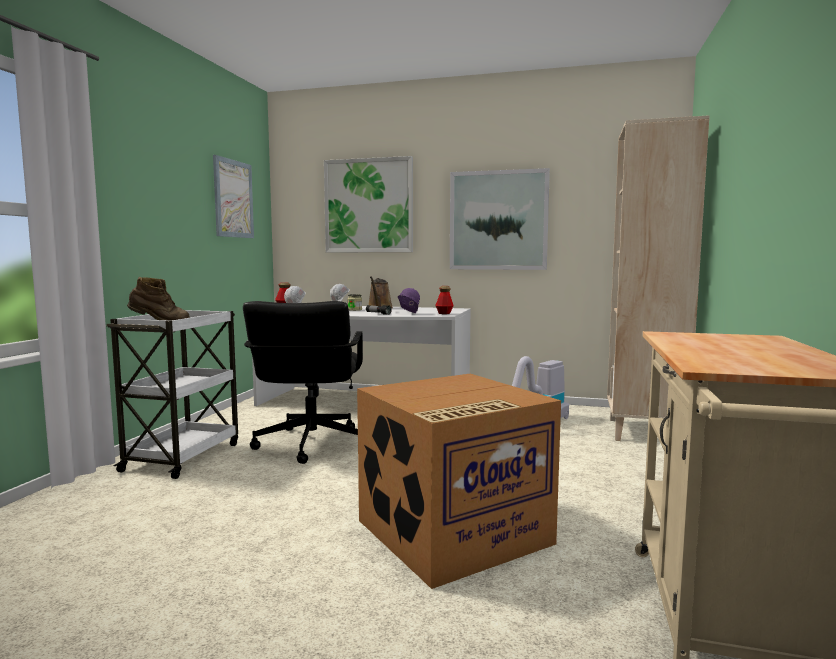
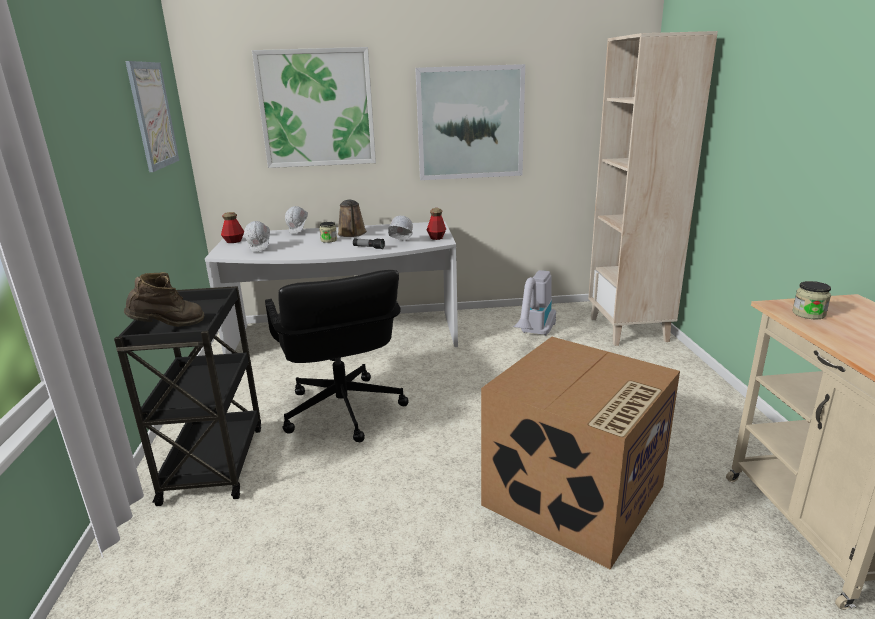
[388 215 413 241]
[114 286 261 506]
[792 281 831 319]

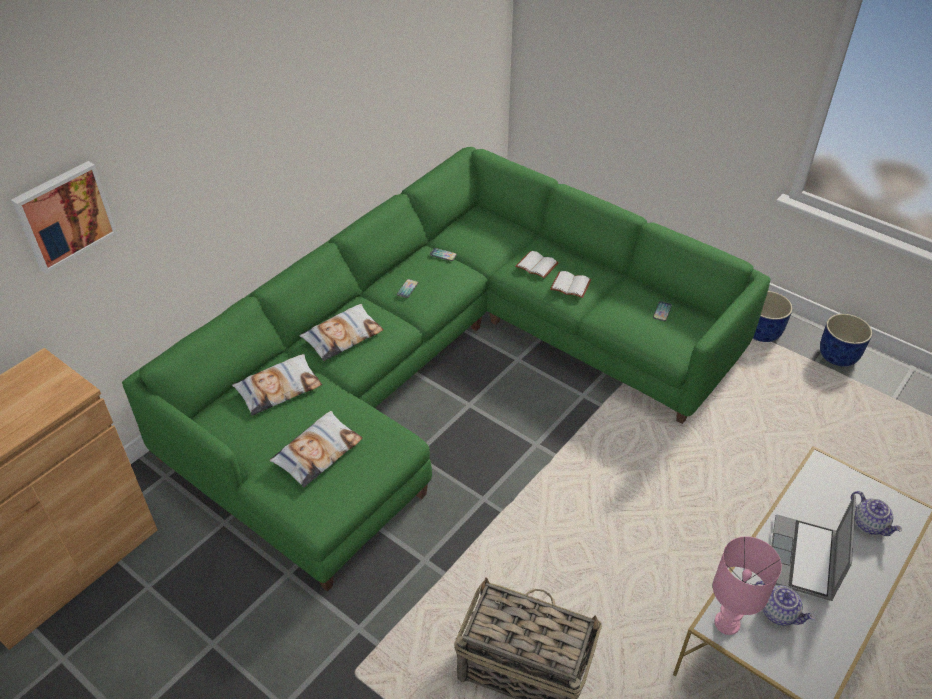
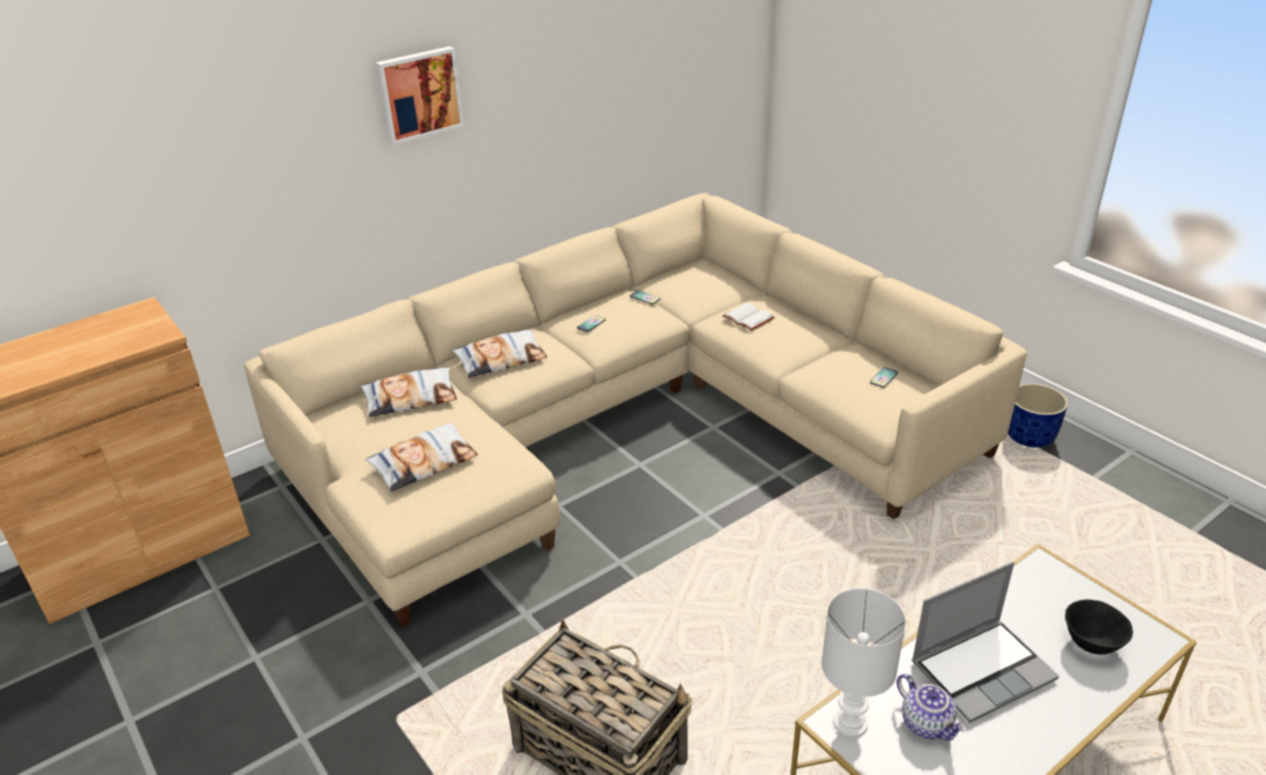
[244 193 1027 627]
[376 46 464 145]
[550 271 591 298] (first image)
[820 314 872 367] (first image)
[1065 600 1133 655]
[912 562 1059 723]
[821 588 906 738]

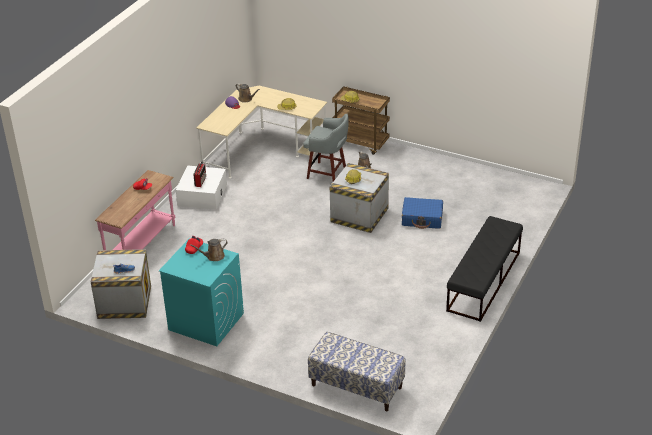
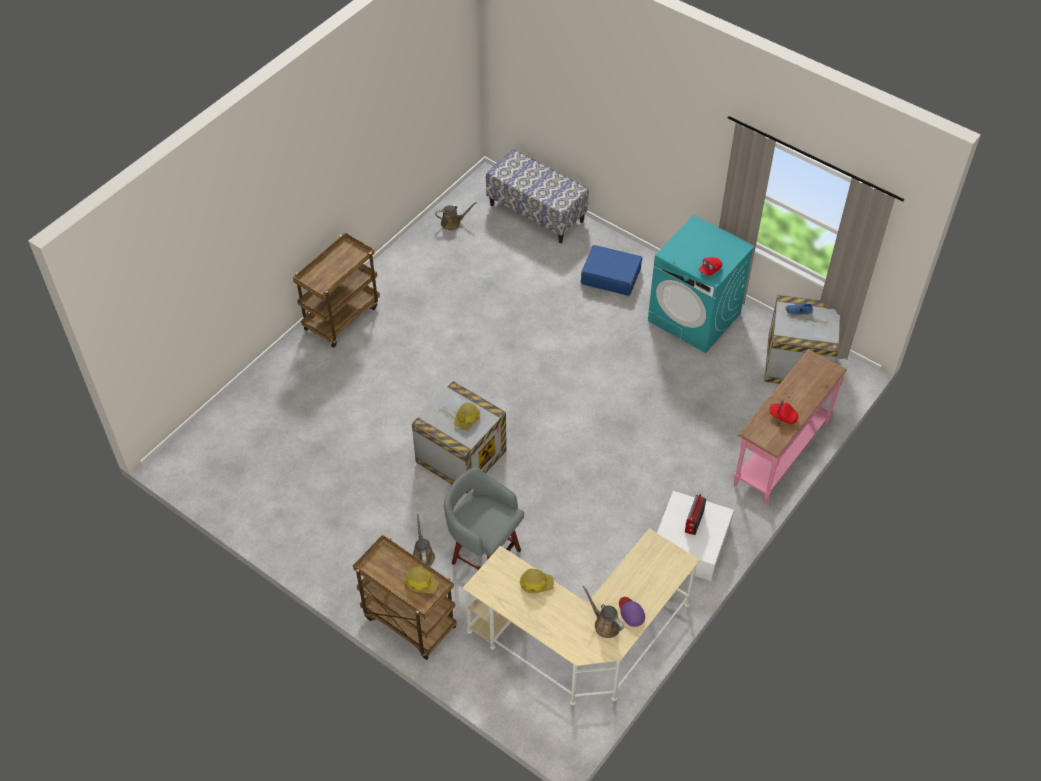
[581 245 642 296]
[293 232 380 348]
[435 202 477 230]

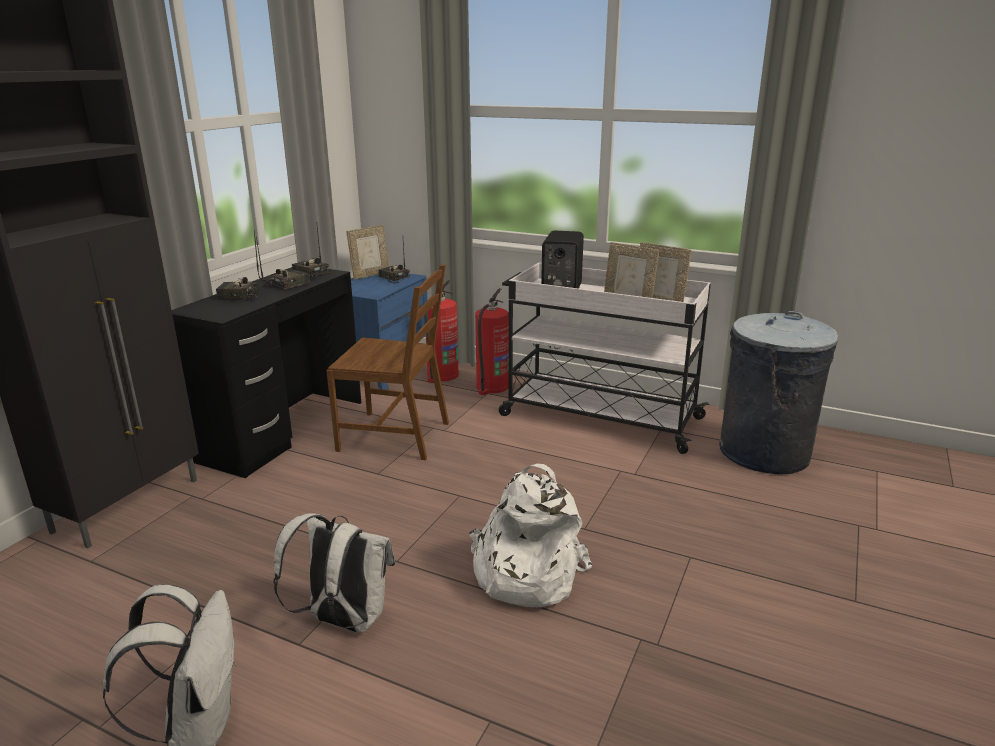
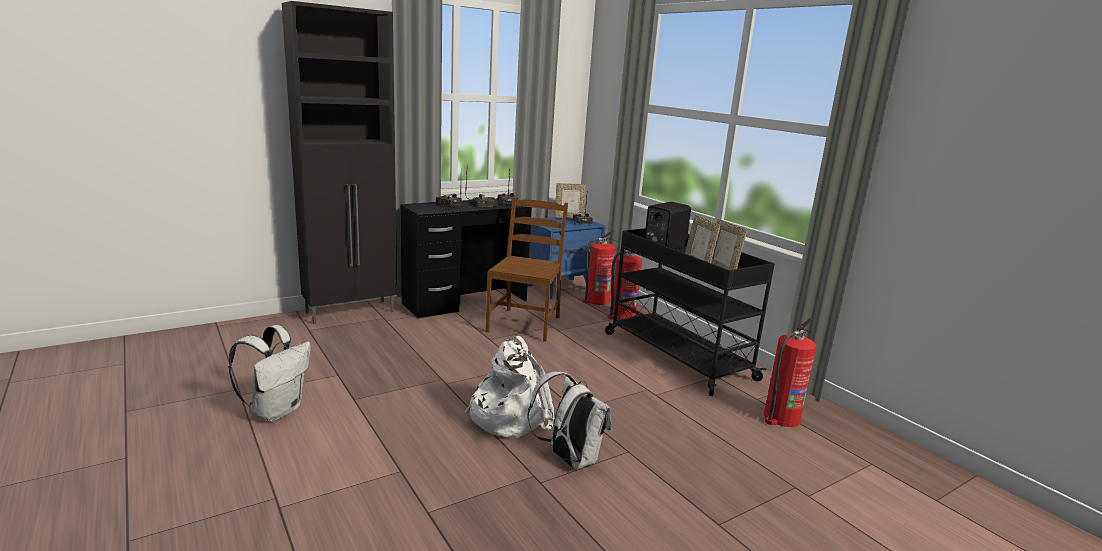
[605 228 775 396]
[486 197 568 342]
[764 317 817 427]
[527 371 611 469]

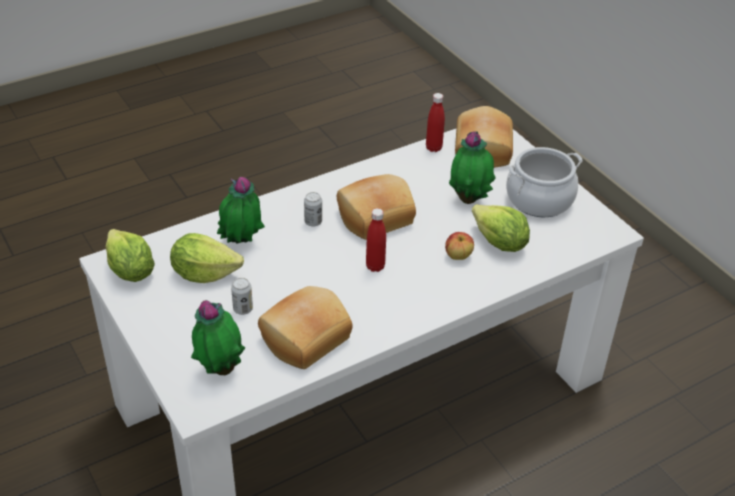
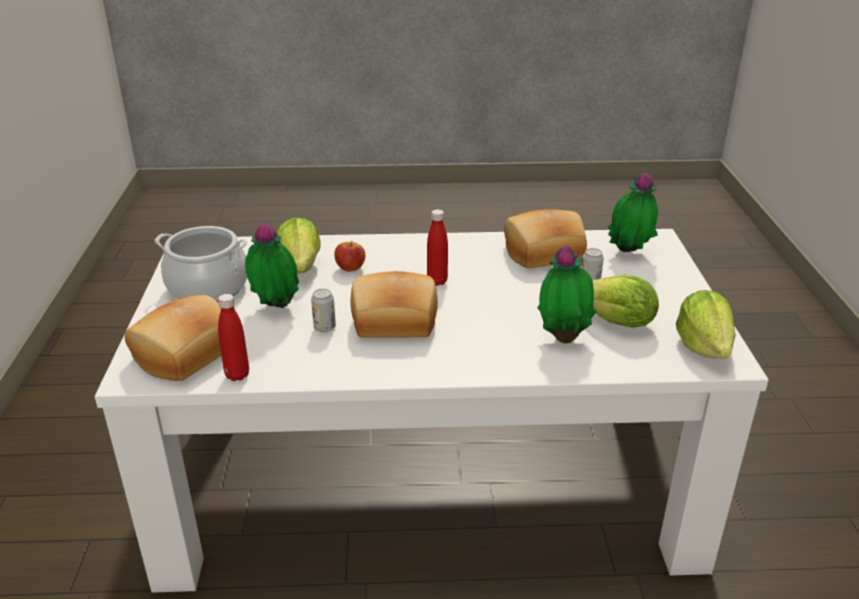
[311 289 336 332]

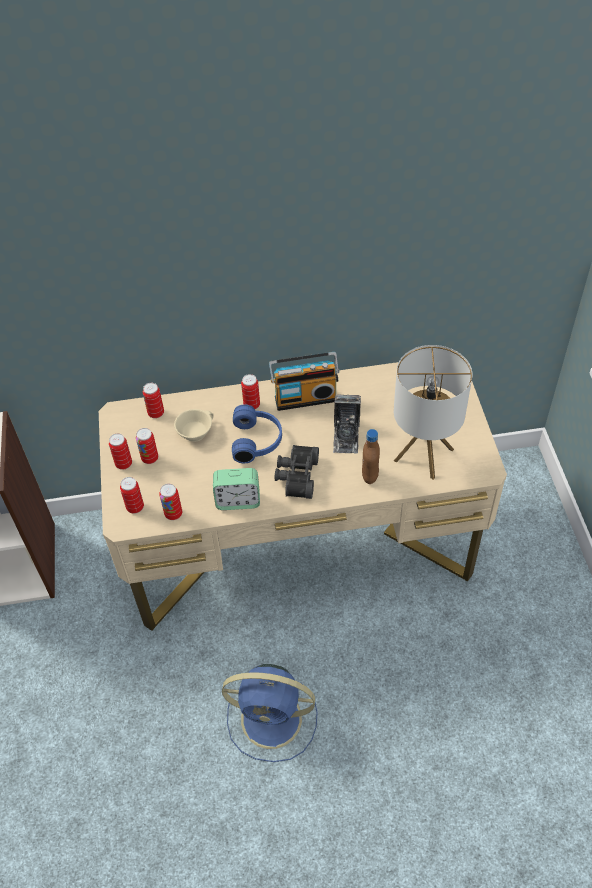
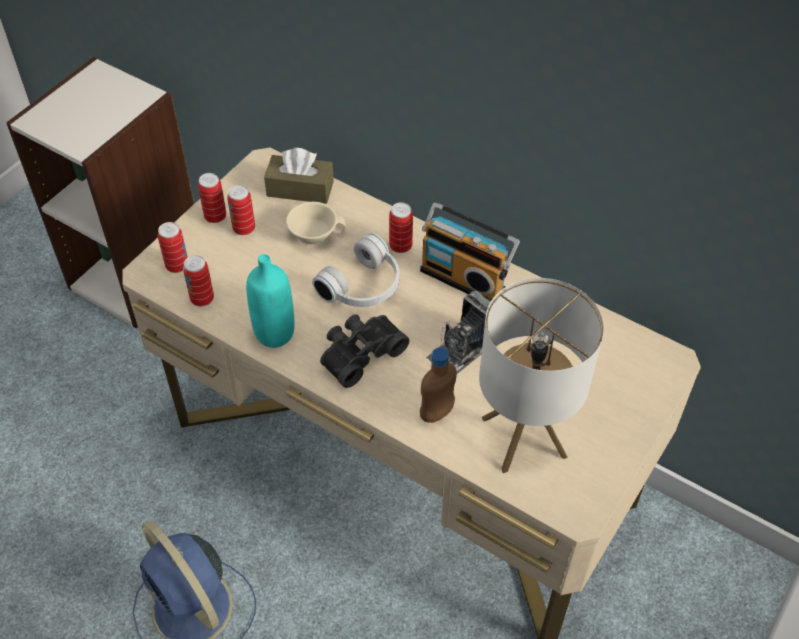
[264 148 334 204]
[312 233 399 307]
[246 254 295 348]

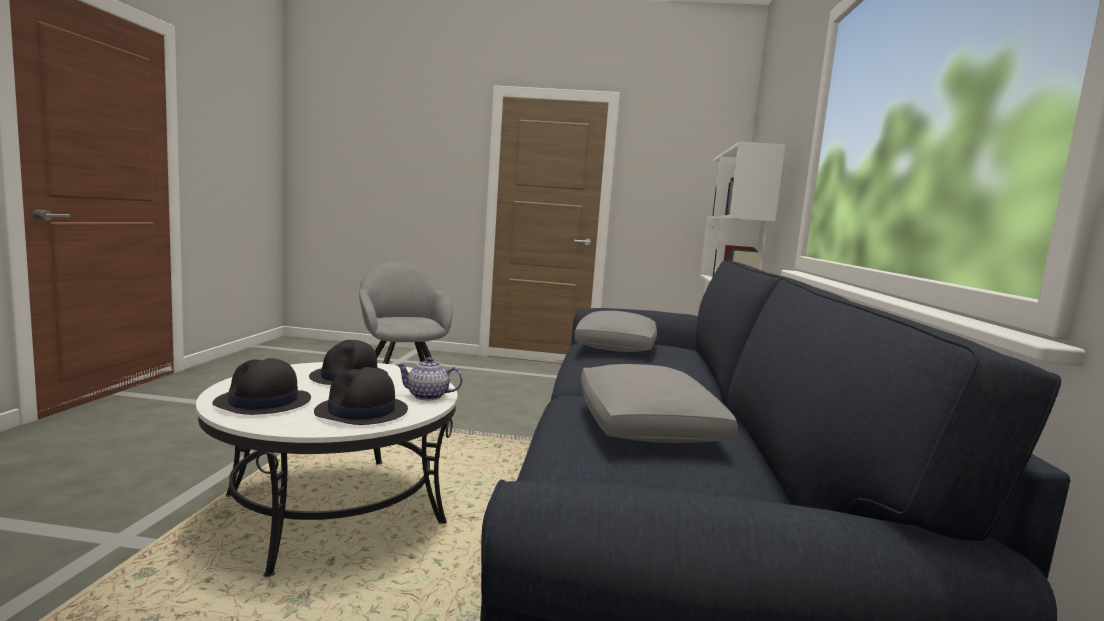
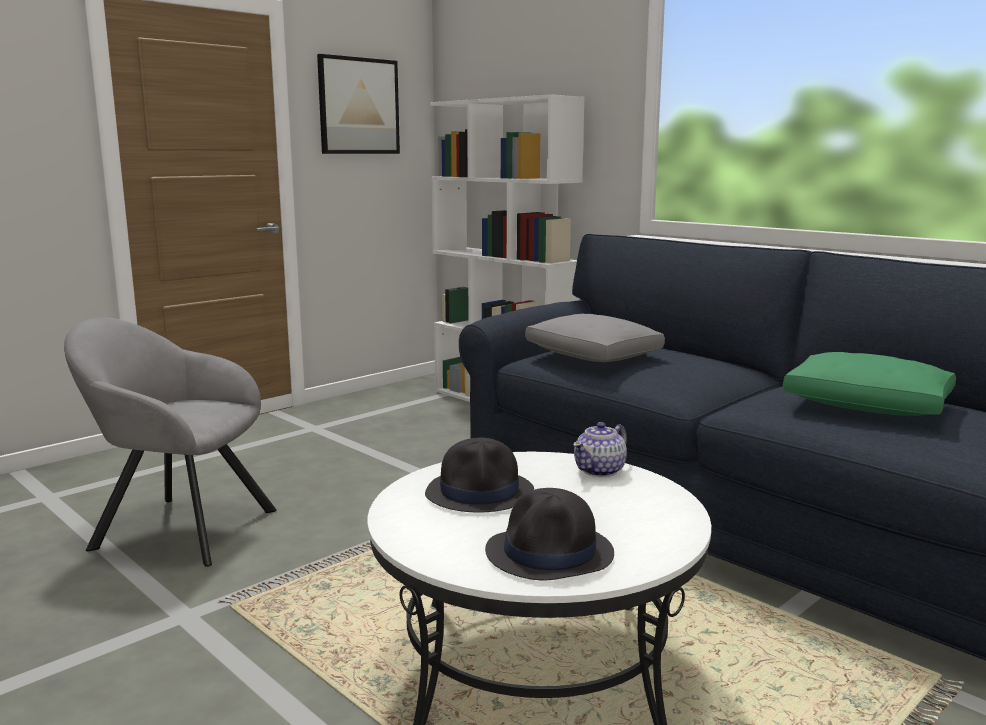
[783 352 956 416]
[314 367 408 425] (first image)
[317 54 400 154]

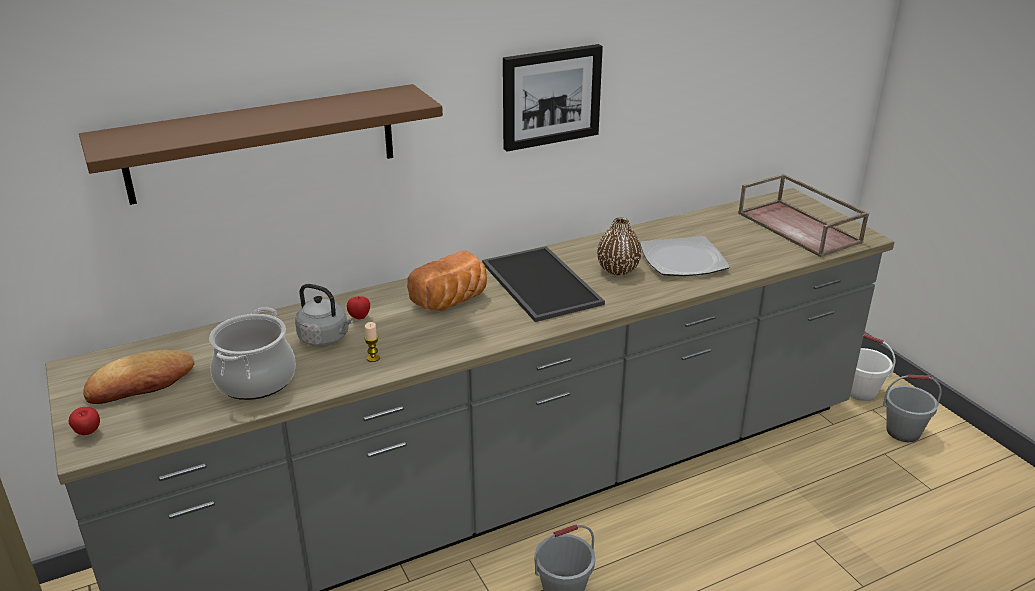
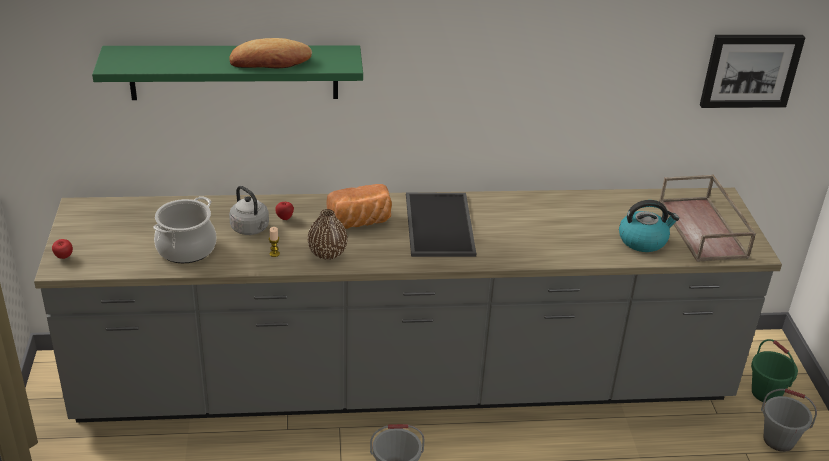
[700 35 805 108]
[92 45 363 100]
[308 209 347 260]
[640 236 730 276] (first image)
[751 339 798 403]
[229 38 312 68]
[619 200 679 252]

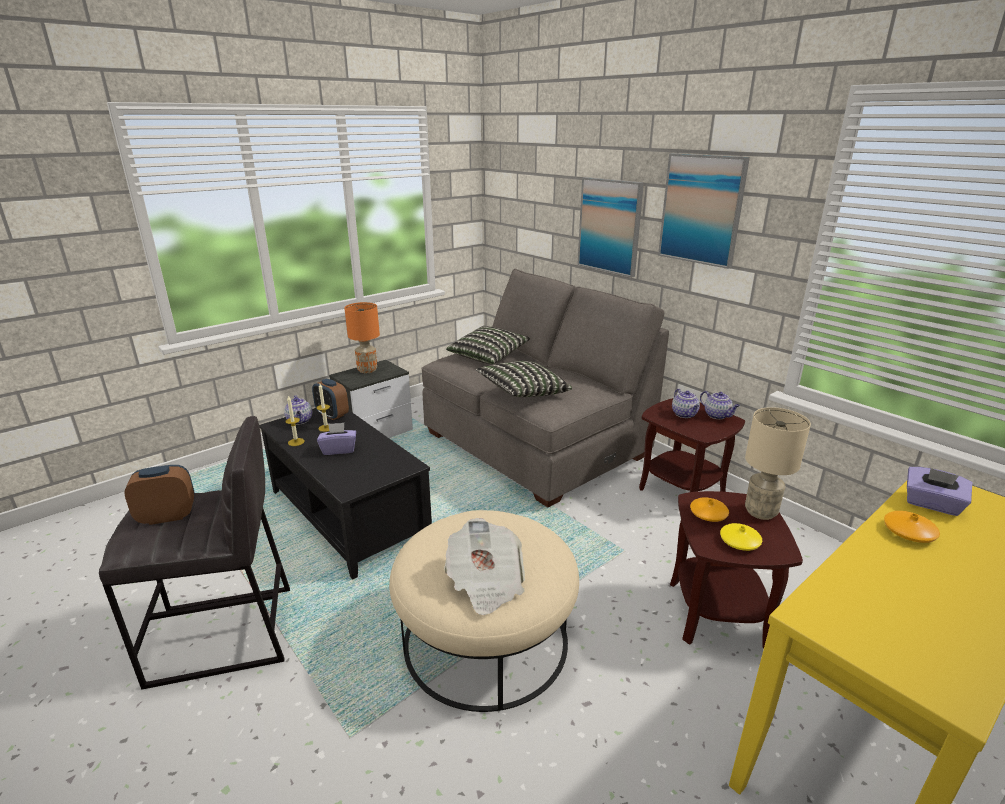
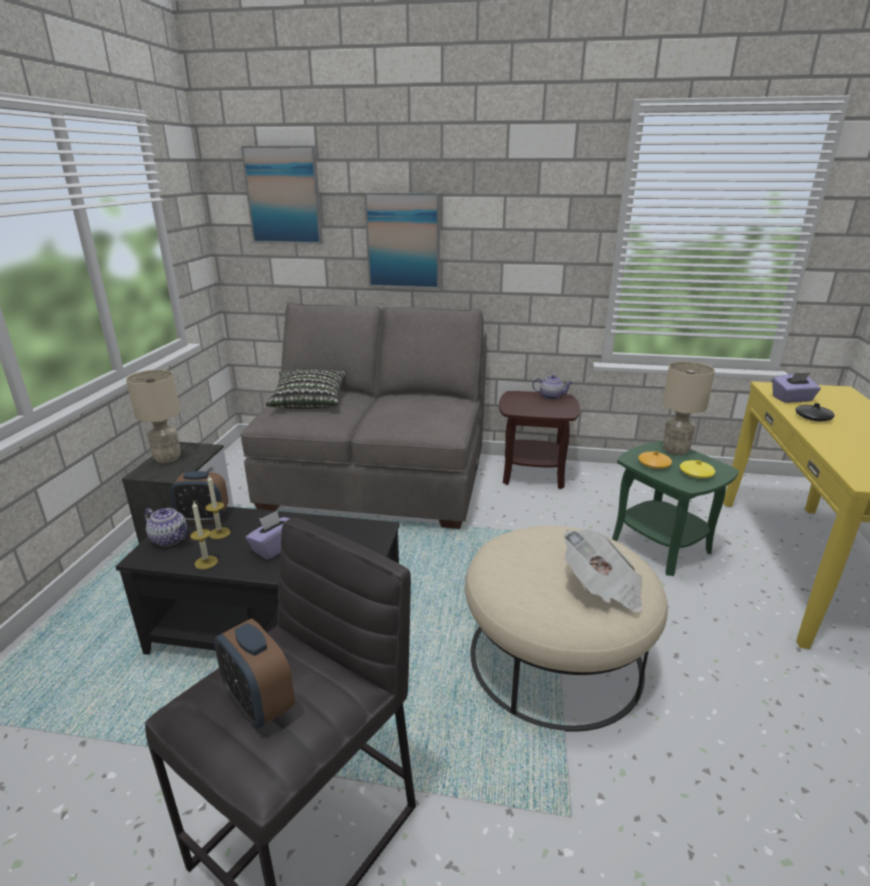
[241 146 323 244]
[126 369 181 463]
[476 361 572 397] (first image)
[672 389 700 418] (first image)
[214 619 295 728]
[612 441 739 576]
[796 403 835 421]

